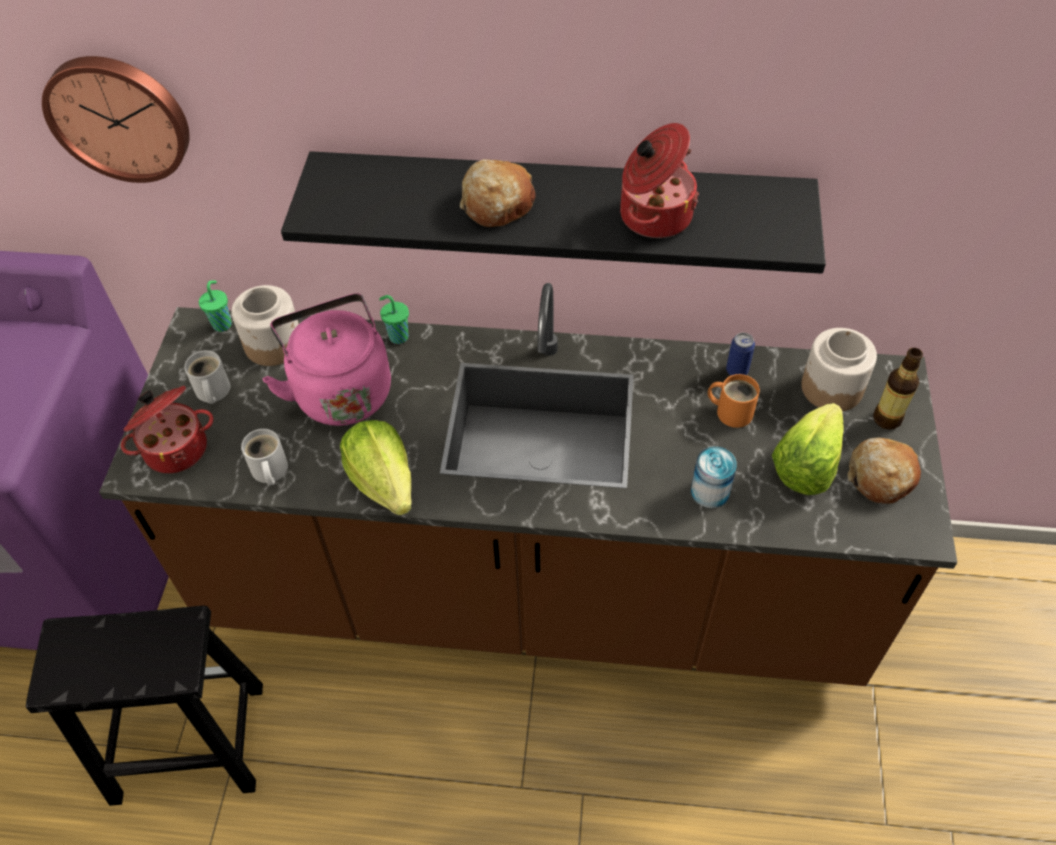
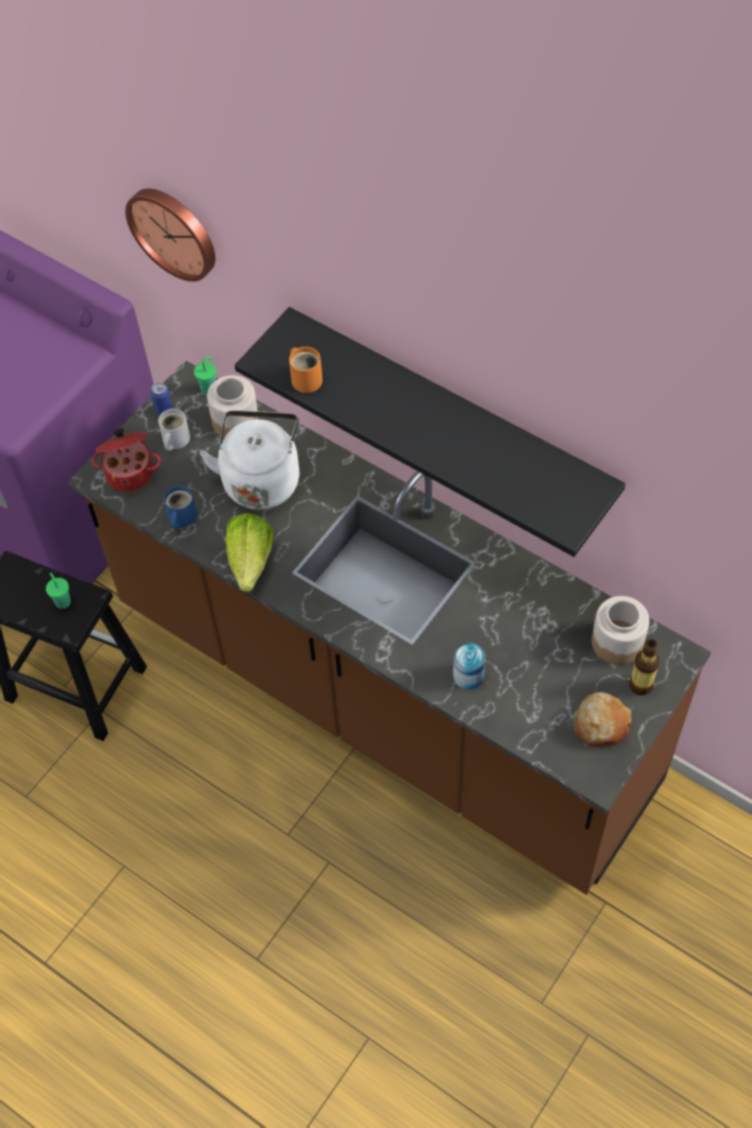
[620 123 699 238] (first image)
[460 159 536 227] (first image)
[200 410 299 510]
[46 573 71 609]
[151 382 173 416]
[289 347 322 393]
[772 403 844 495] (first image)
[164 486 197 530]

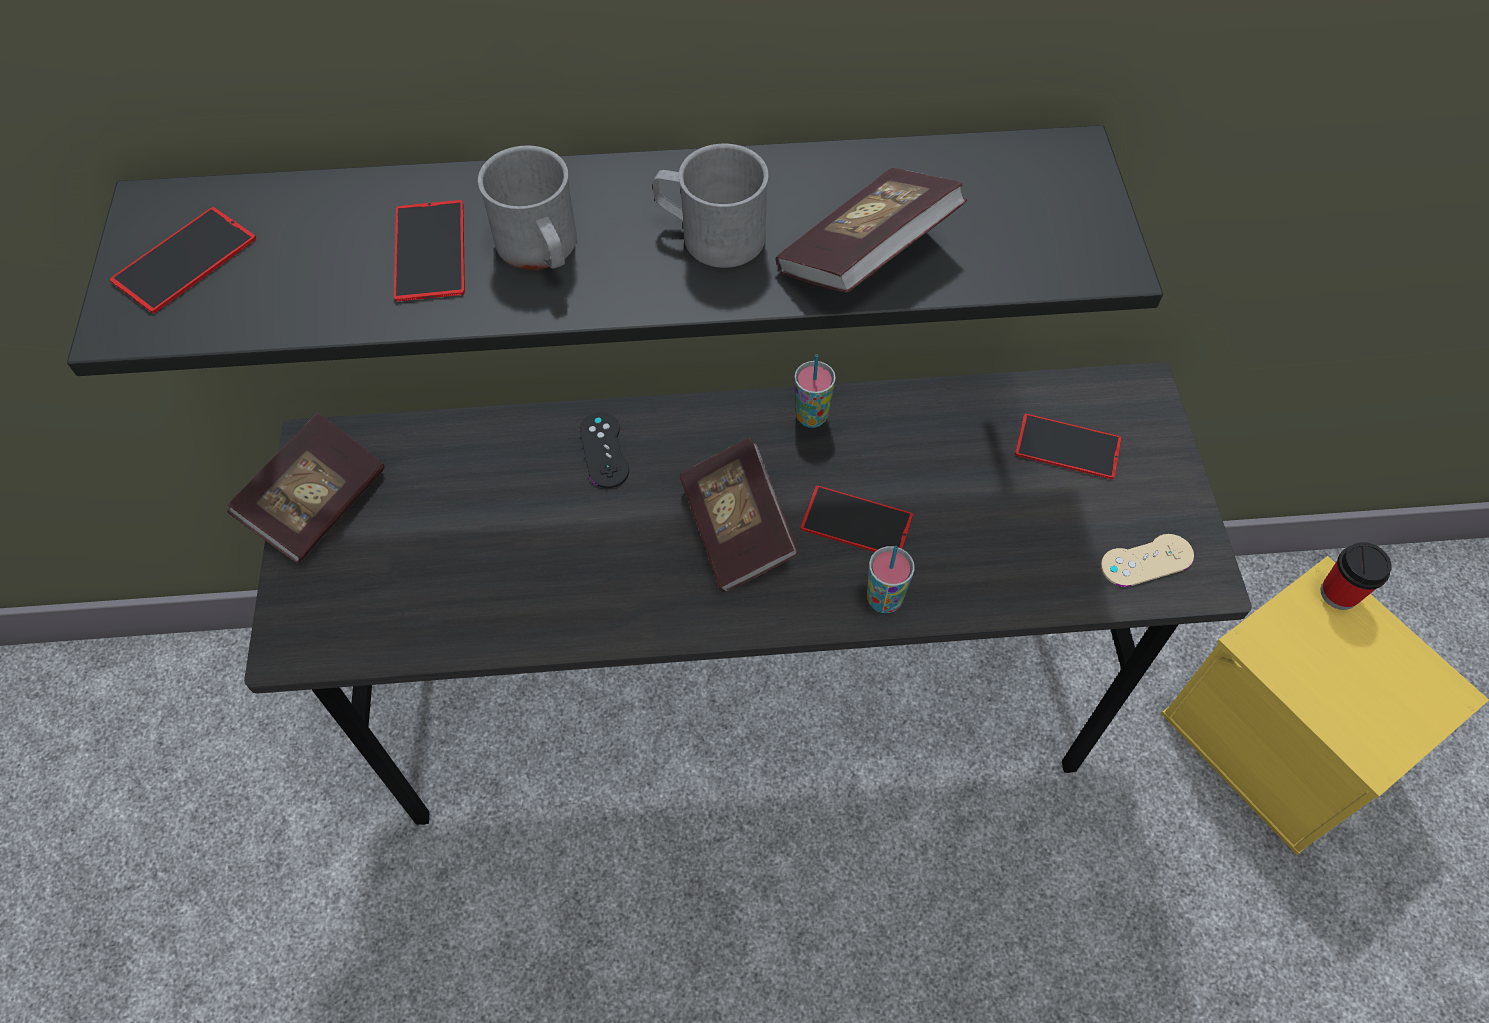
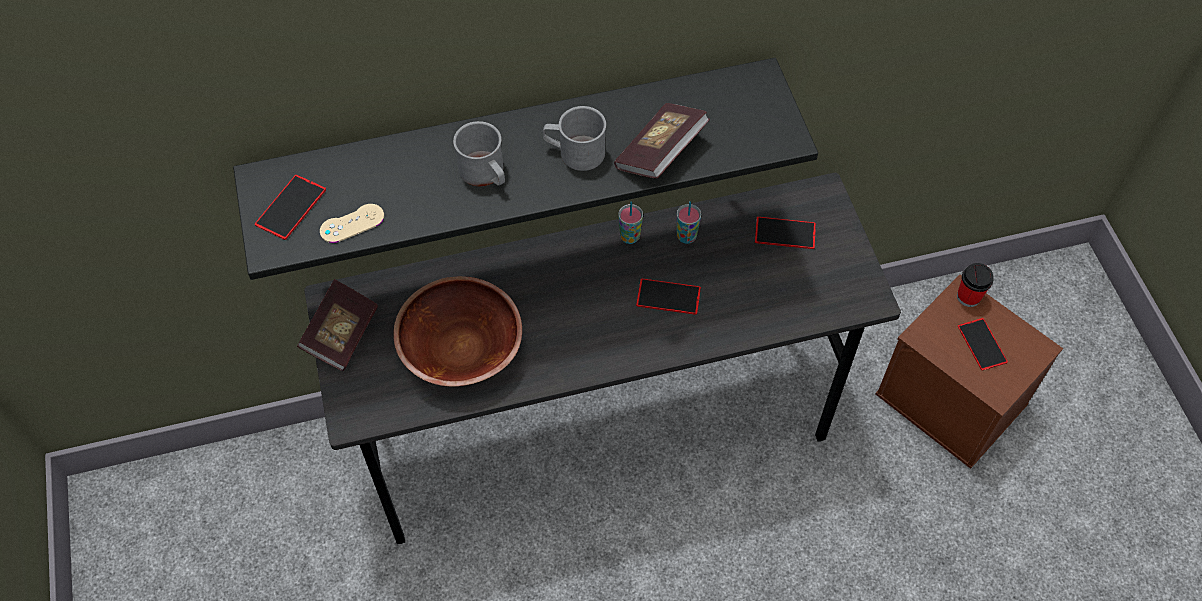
[958 318 1008 371]
[580 412 629 488] (first image)
[680 437 799 592] (first image)
[320 204 384 243]
[677 201 701 244]
[876 275 1063 469]
[393 276 522 387]

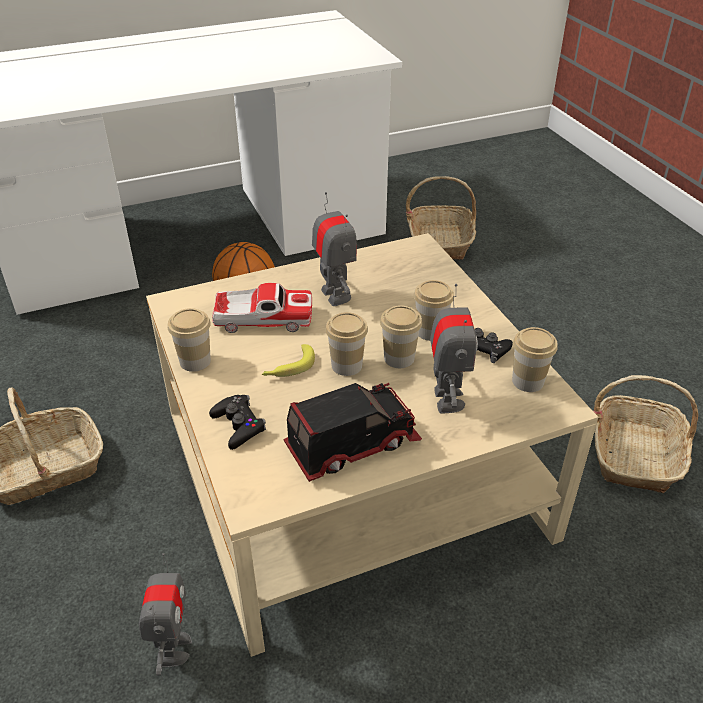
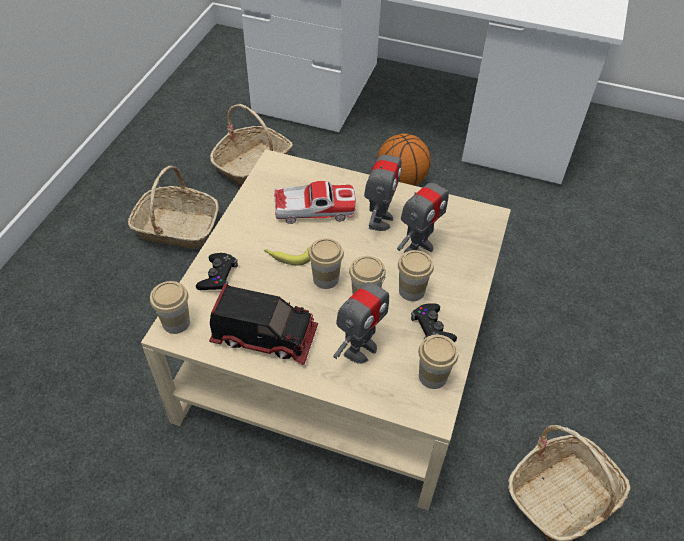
[210 104 293 186]
[274 181 356 224]
[150 281 190 334]
[397 169 449 253]

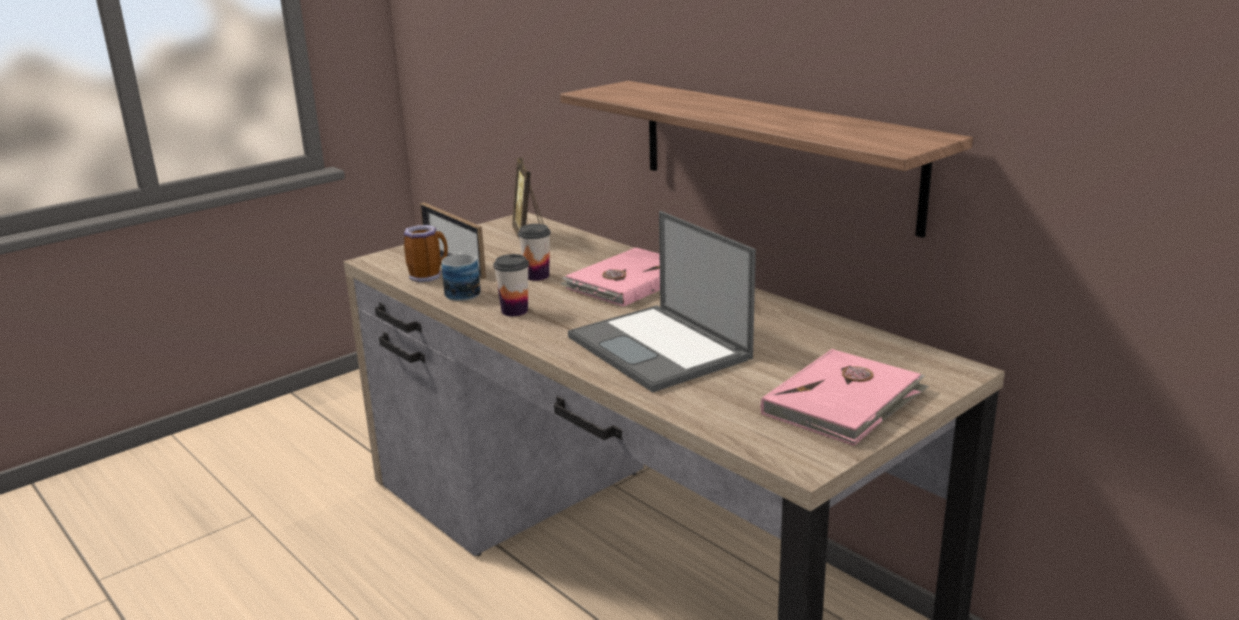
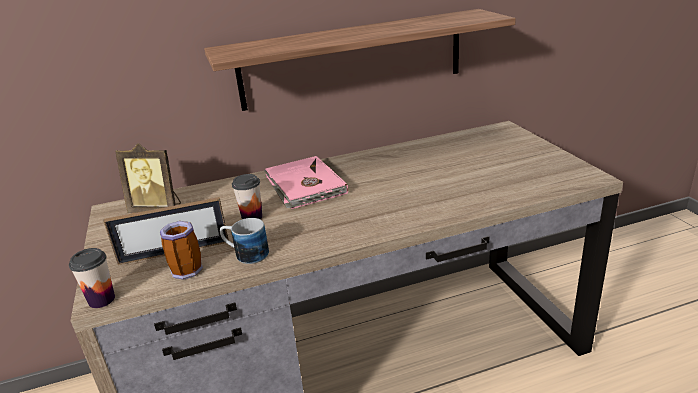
[568 211 756 393] (first image)
[69 248 115 308]
[760 349 929 446] (first image)

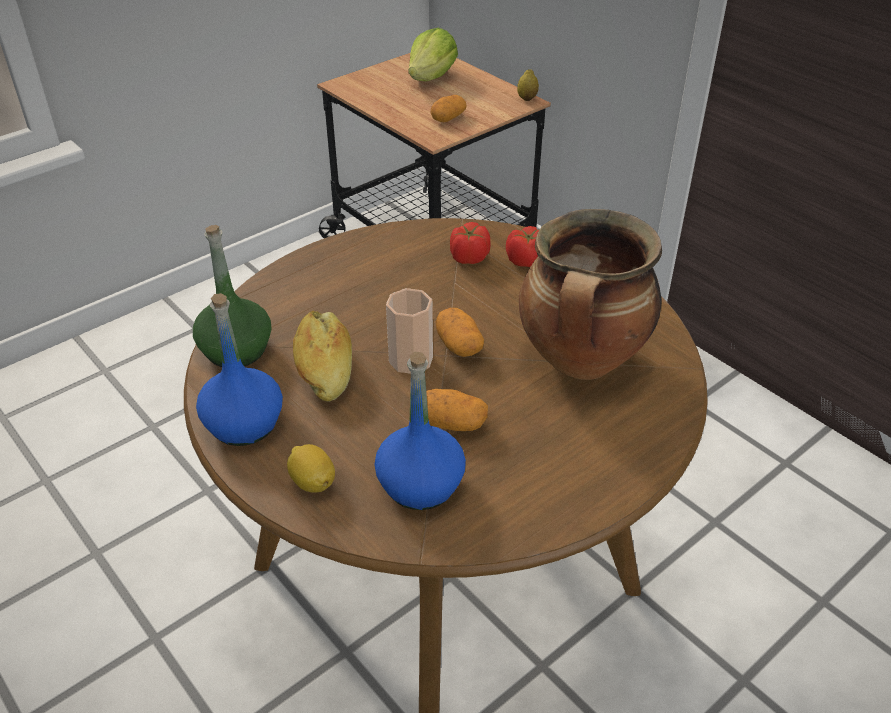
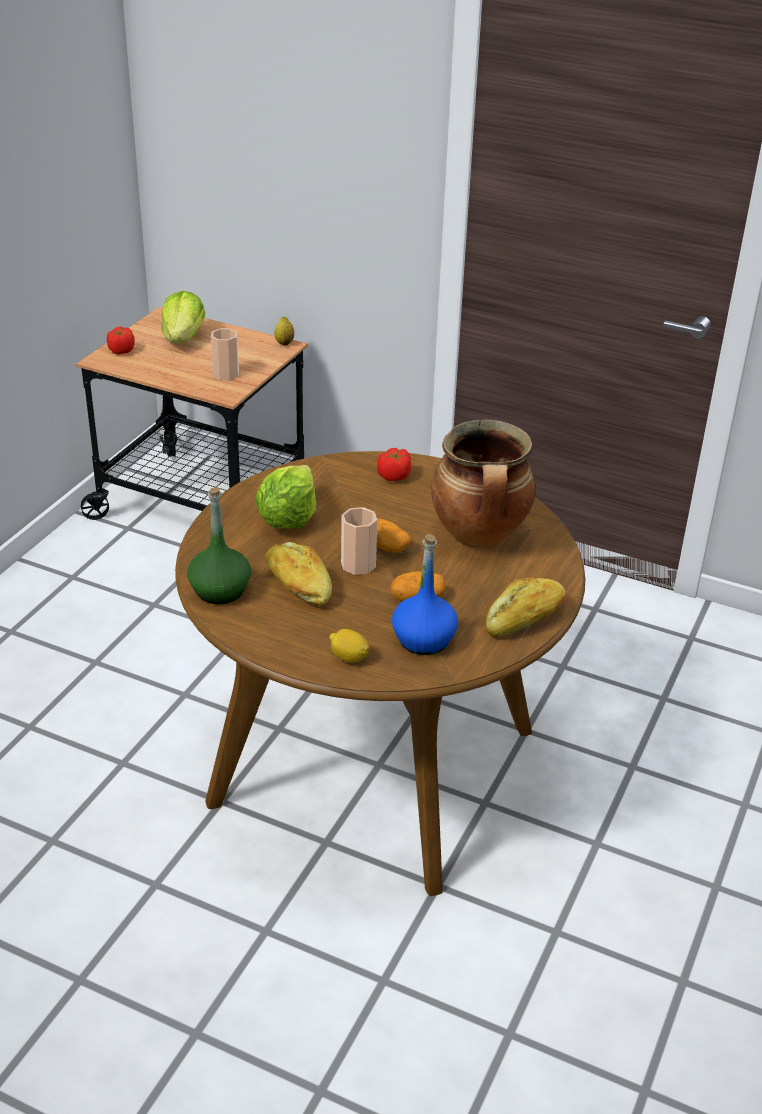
[211 328 239 380]
[107 327 135 355]
[196 293 283 446] (first image)
[255 465 316 529]
[486 578 566 637]

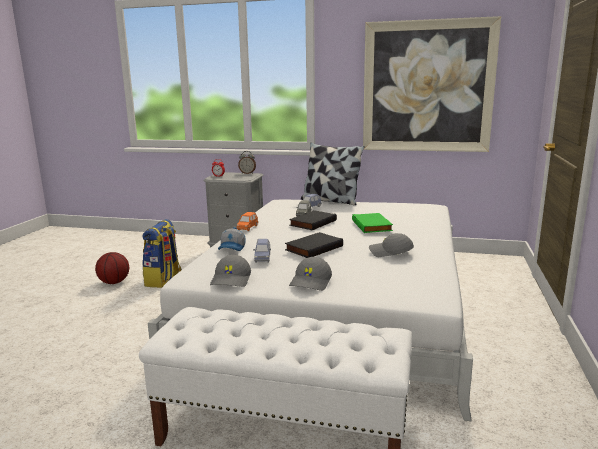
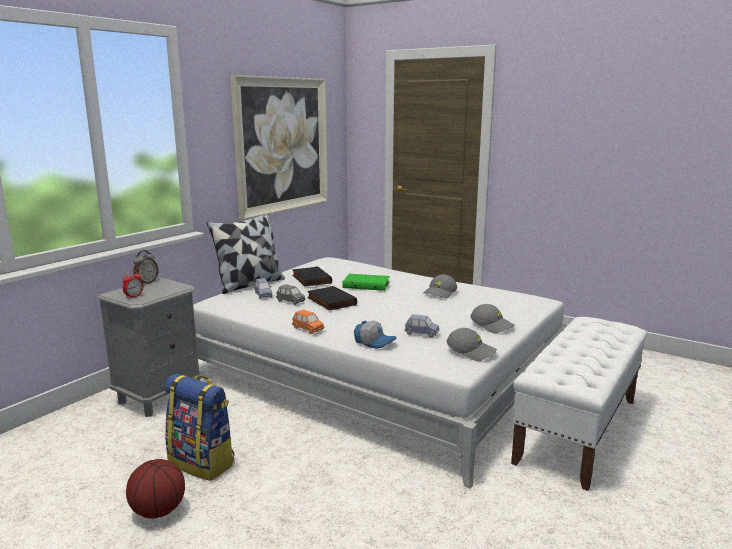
[292 266 332 286]

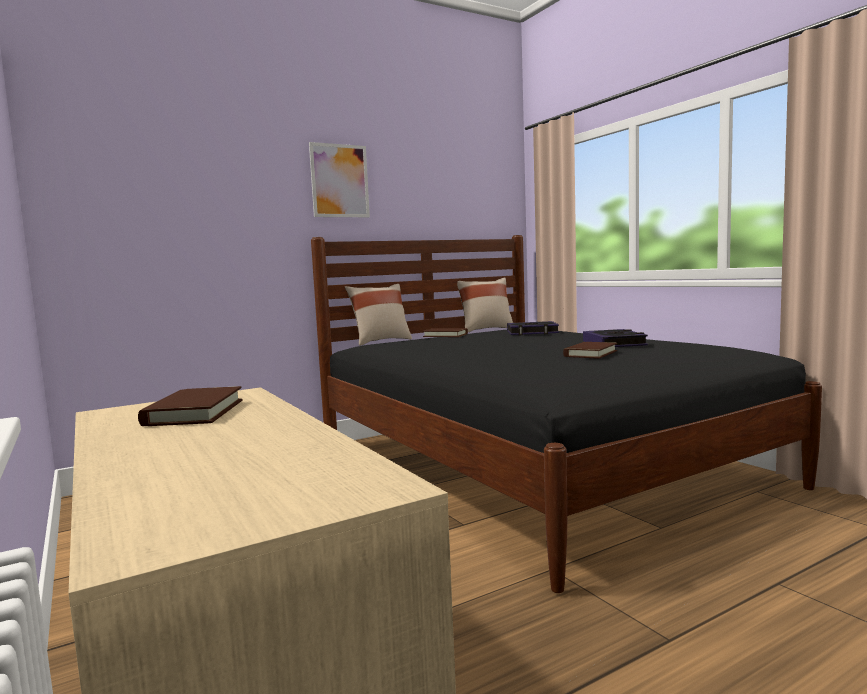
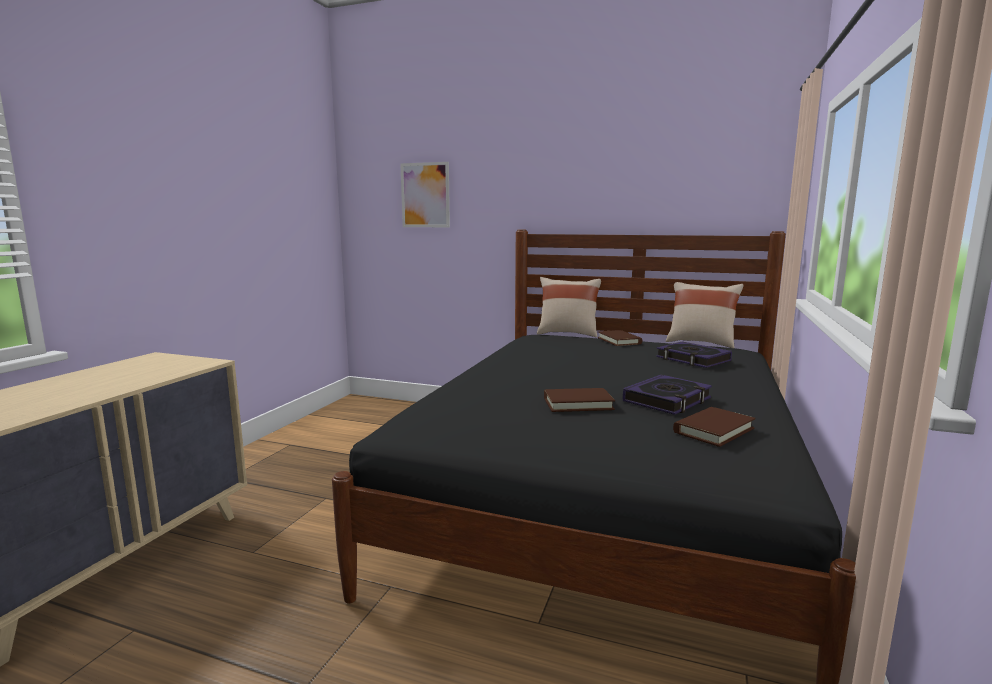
[400 162 450 227]
[673 407 755 447]

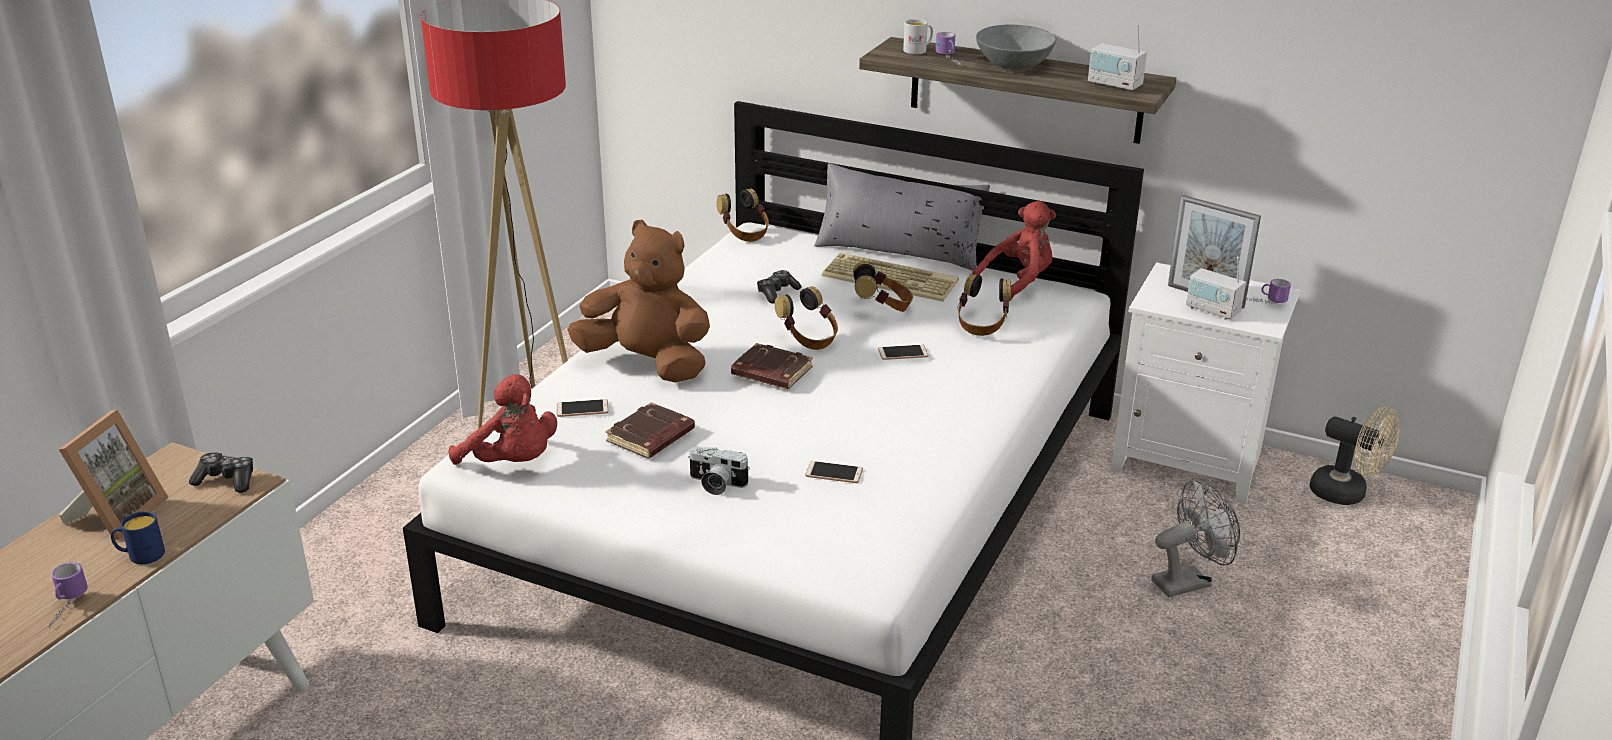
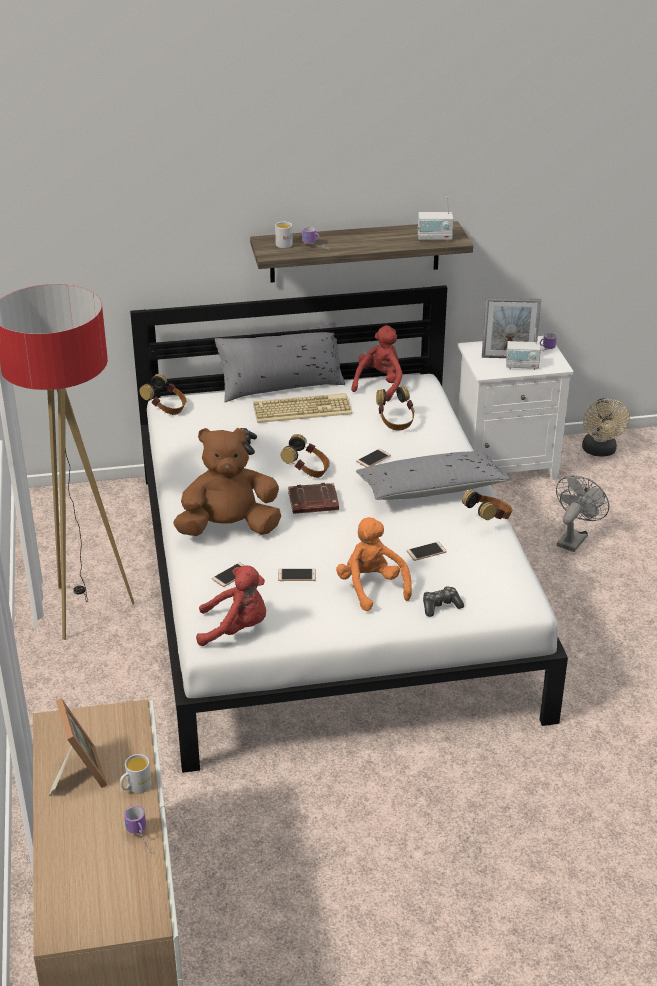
[976 24 1056 70] (first image)
[462 490 512 520]
[278 568 316 581]
[582 398 630 457]
[336 517 412 611]
[423 586 464 617]
[120 754 152 793]
[356 451 511 500]

